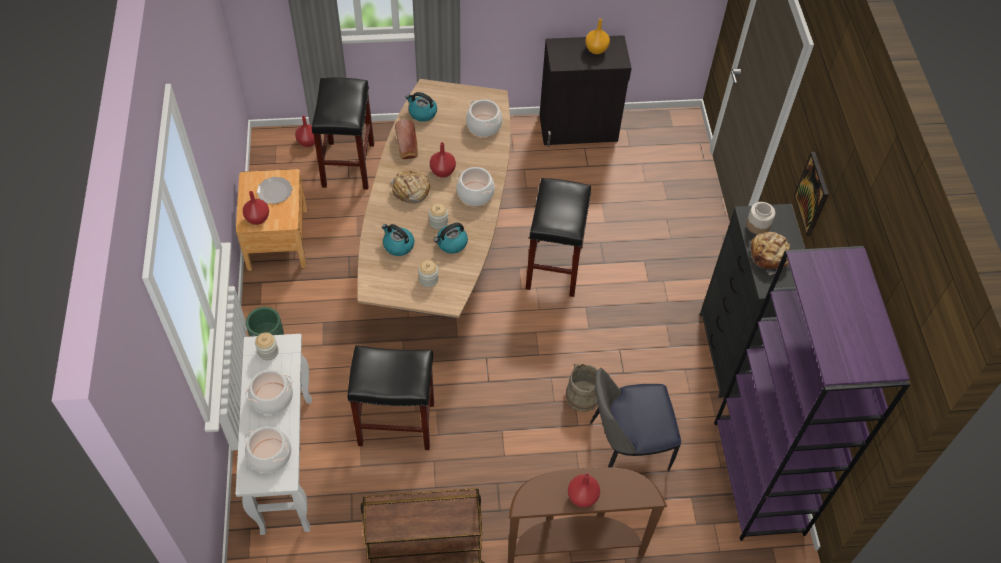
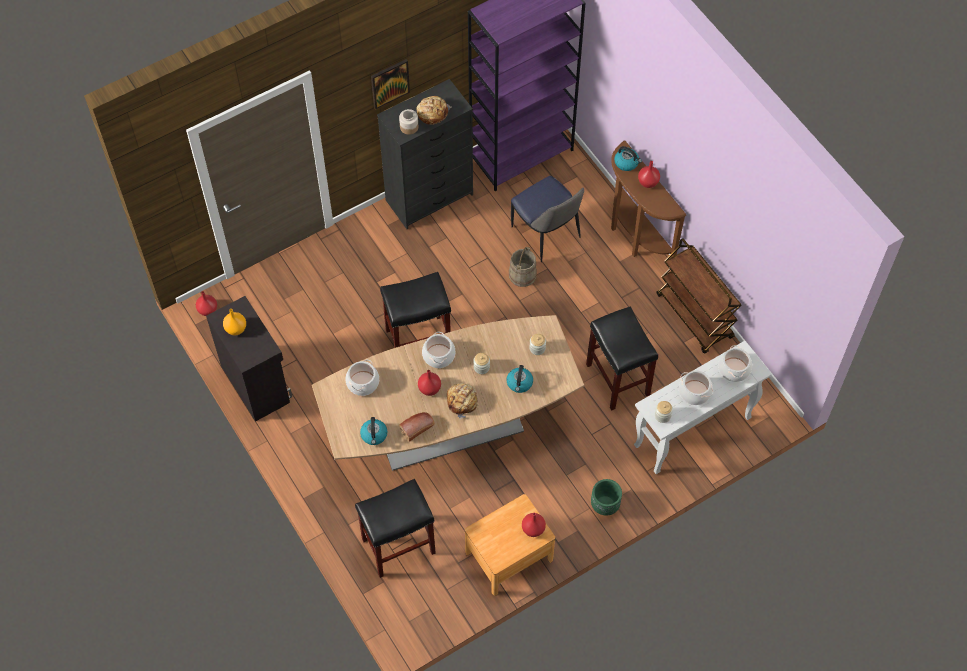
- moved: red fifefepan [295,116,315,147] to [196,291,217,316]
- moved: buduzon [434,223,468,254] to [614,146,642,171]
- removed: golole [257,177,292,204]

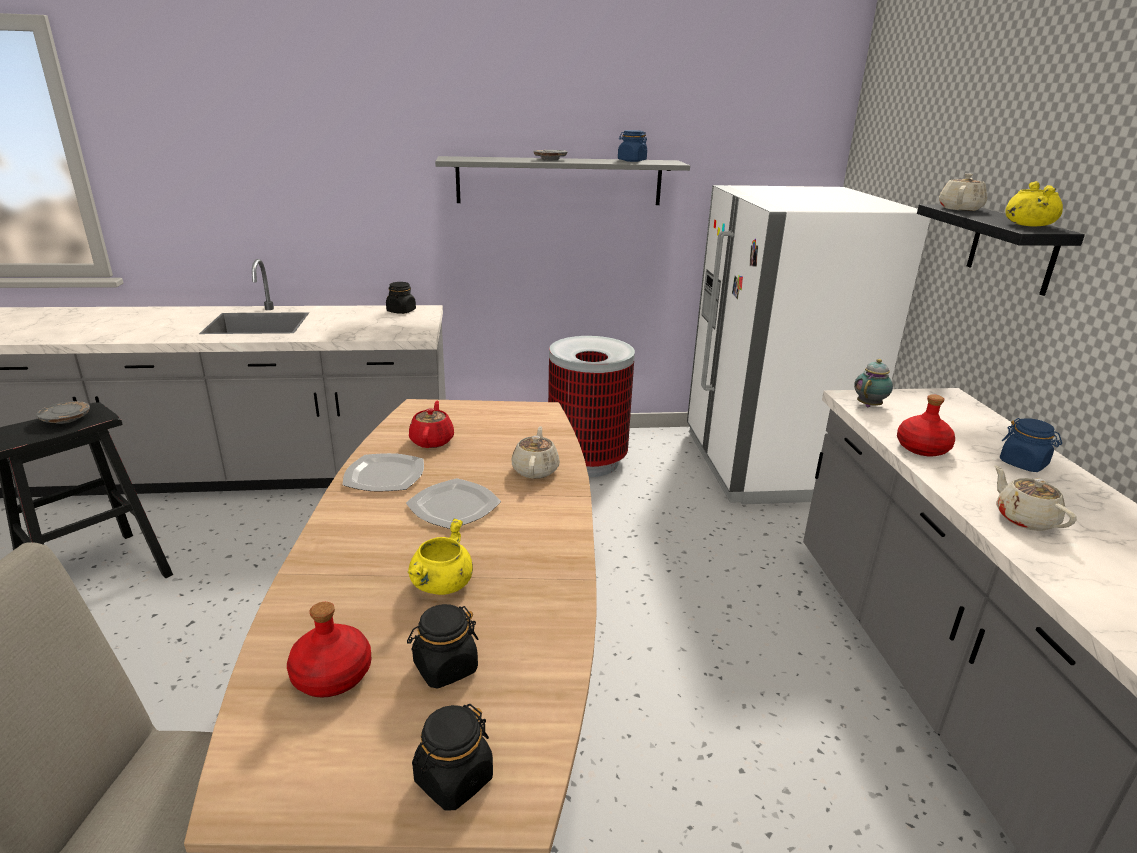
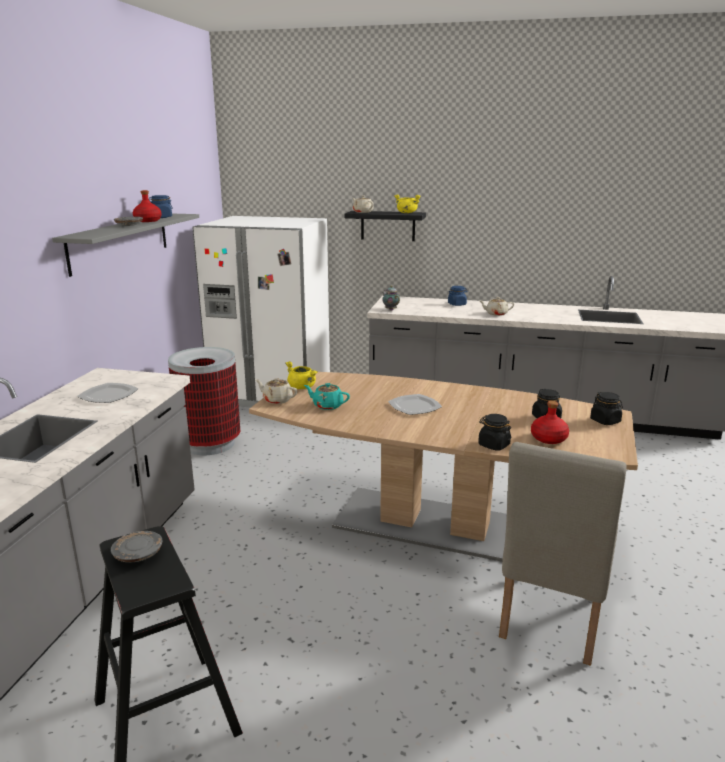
- moved: golole [343,453,424,491] to [77,383,138,403]
- moved: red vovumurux [897,394,955,457] to [133,190,162,222]
- moved: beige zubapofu [511,426,560,479] to [255,378,297,404]
- moved: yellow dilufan [408,518,473,595] to [285,361,318,389]
- recoloured: red zubapofu [409,401,454,448] to turquoise zubapofu [304,383,350,410]
- moved: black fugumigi [386,282,416,314] to [478,414,511,451]

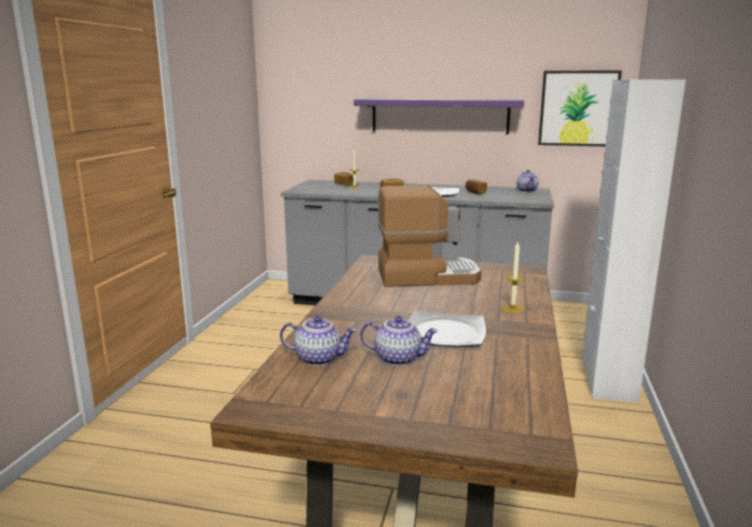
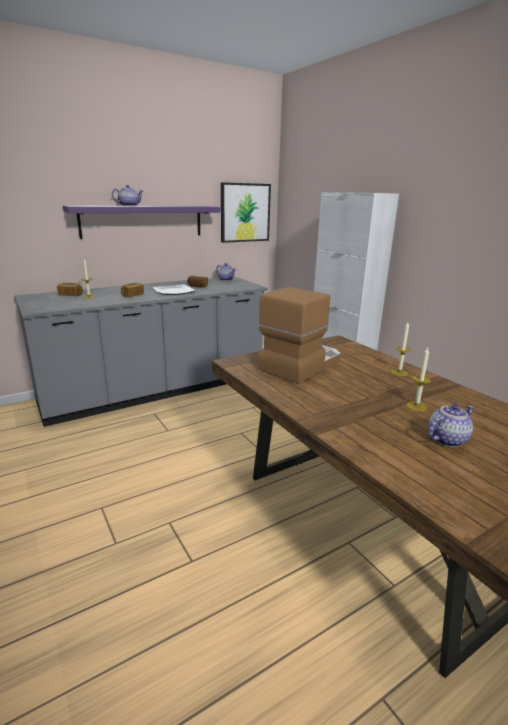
- moved: zubapofu [280,316,357,366] to [112,185,143,206]
- replaced: golole [408,311,486,347] to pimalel [406,348,431,411]

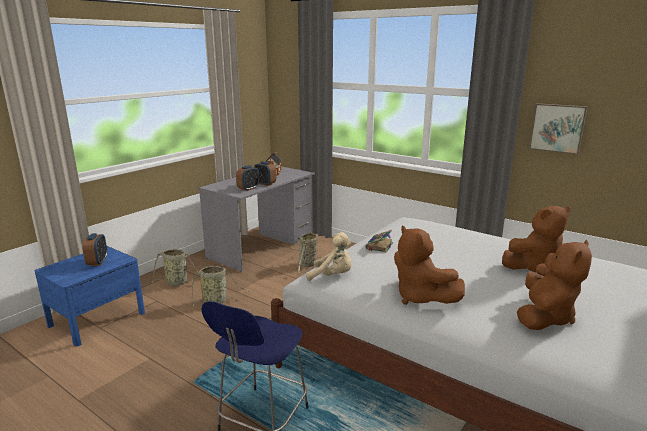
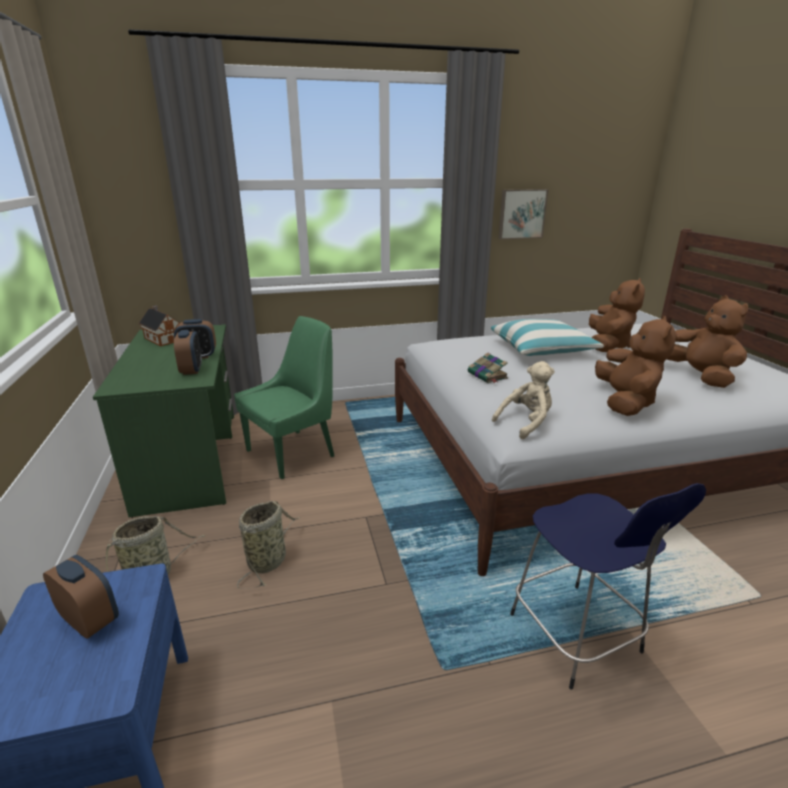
- recoloured: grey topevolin [198,166,315,272] to green topevolin [93,324,234,518]
- replaced: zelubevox [298,232,318,275] to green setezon [234,316,334,479]
- added: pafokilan [491,319,604,356]
- turned: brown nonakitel [394,226,465,305] = [595,316,676,416] 90 degrees counterclockwise

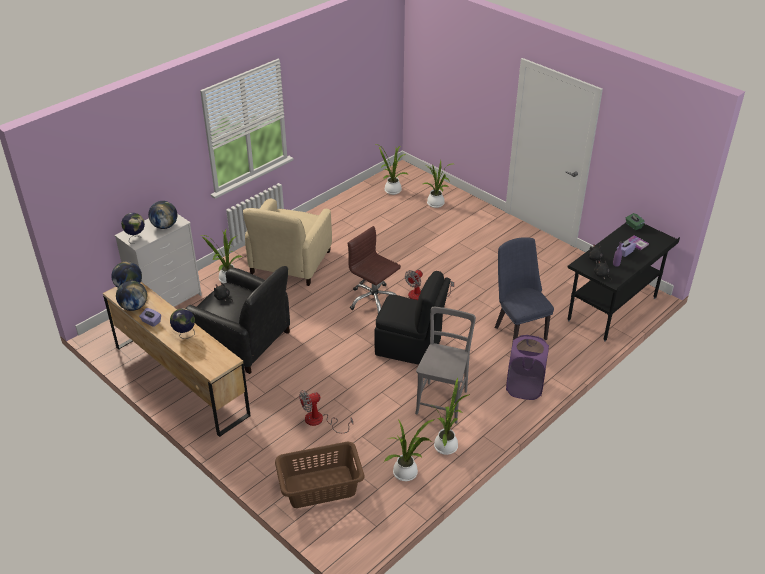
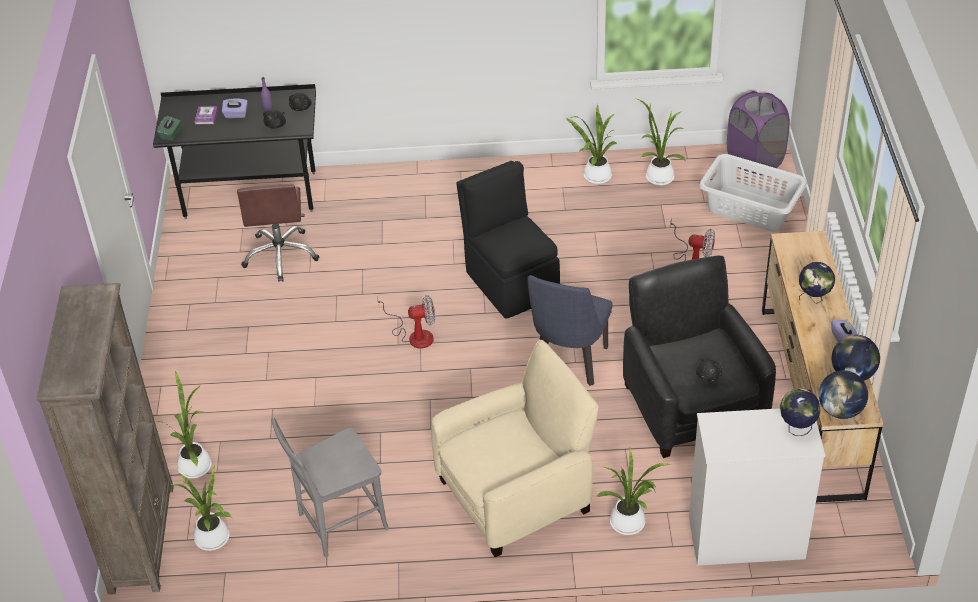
- added: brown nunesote [37,283,174,595]
- moved: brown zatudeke [347,226,401,314] to [237,184,320,282]
- moved: grey setezon [415,307,476,424] to [271,418,389,557]
- moved: blue setezon [495,237,554,344] to [527,275,613,386]
- recoloured: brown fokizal [275,442,365,508] to grey fokizal [699,154,807,232]
- moved: purple fokizal [506,335,549,400] to [727,91,790,175]
- removed: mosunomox [148,201,177,229]

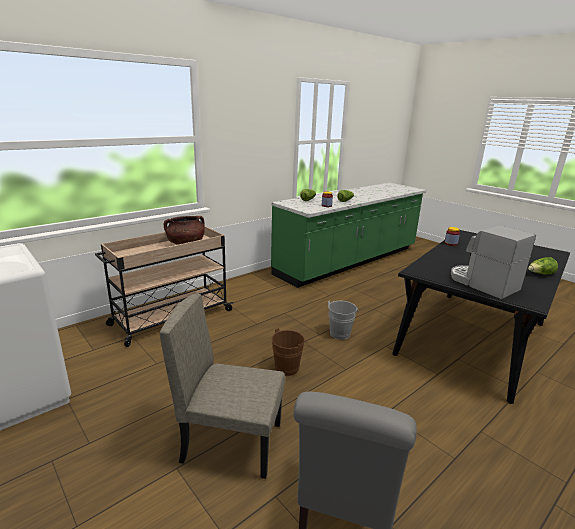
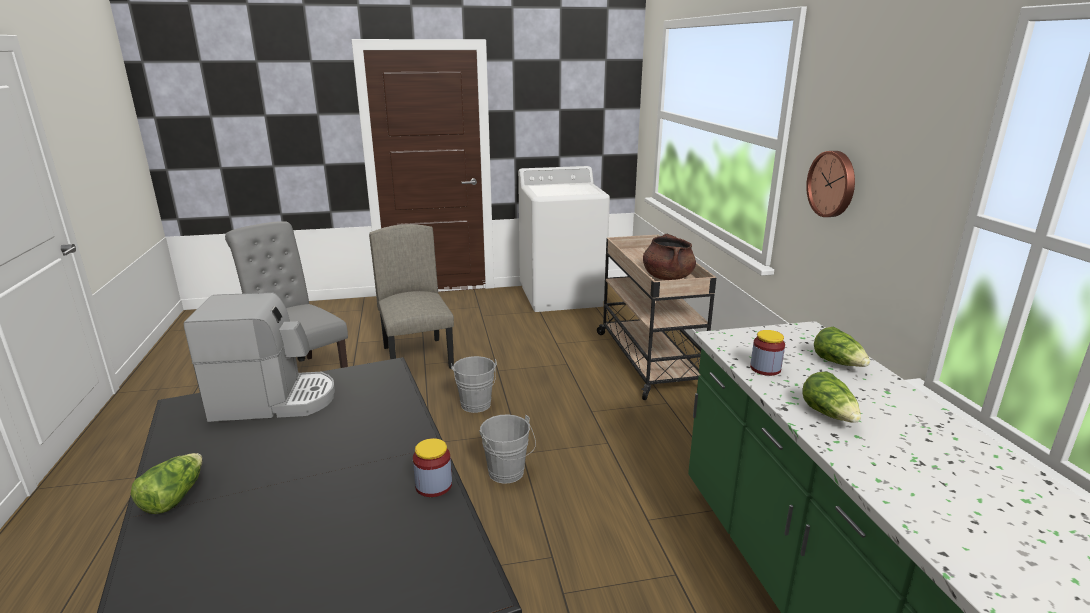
- turned: beige setezon [160,293,285,479] = [369,224,454,369] 60 degrees counterclockwise
- recoloured: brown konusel [271,328,310,376] to grey konusel [451,356,497,413]
- added: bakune [806,151,855,217]

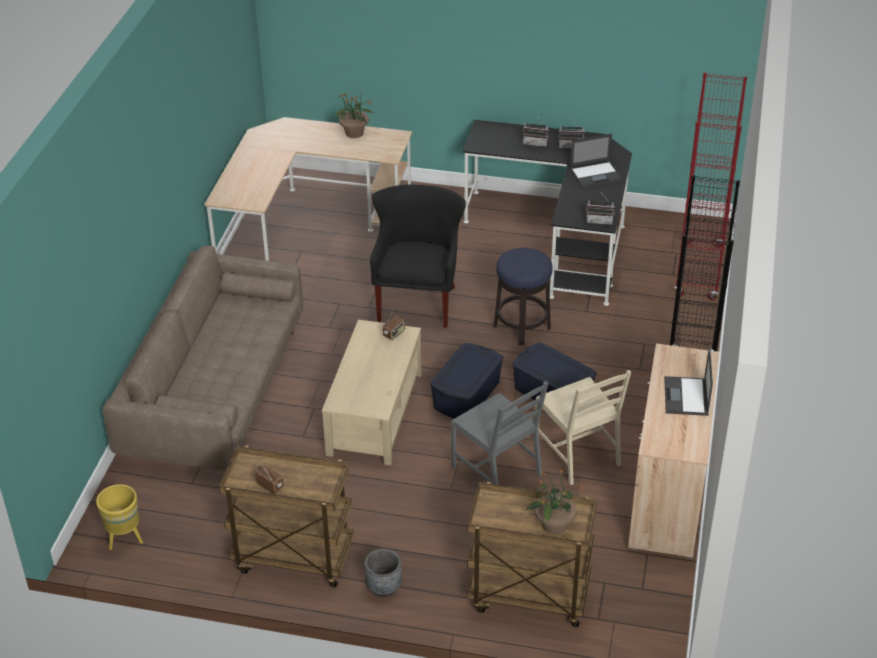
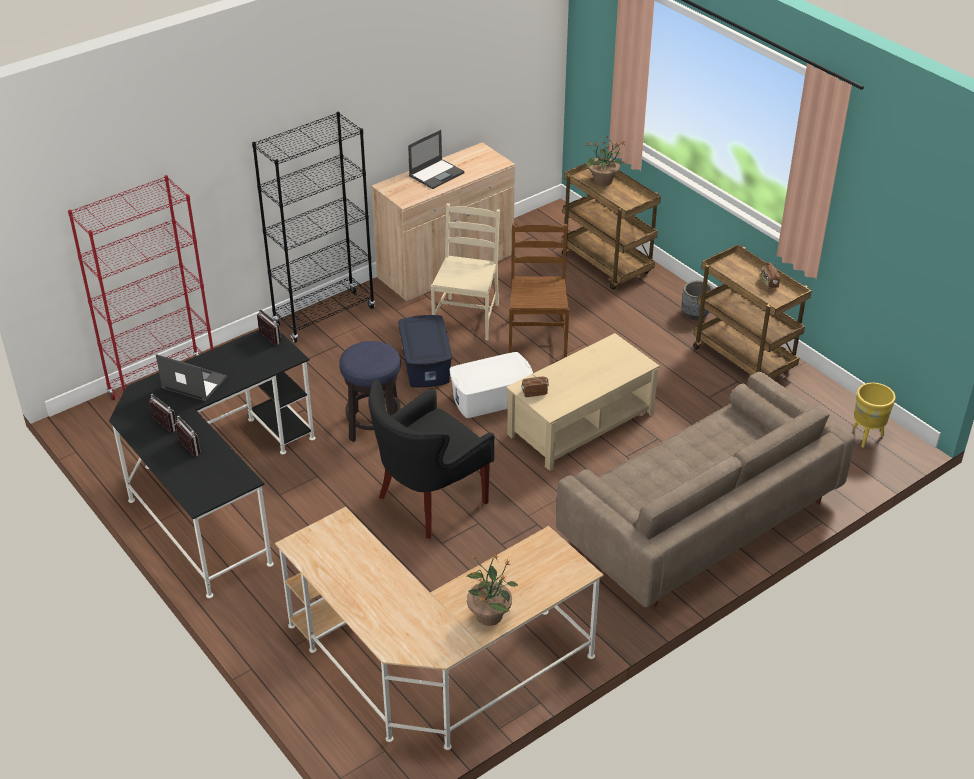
- recoloured: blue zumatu [430,343,503,418] to white zumatu [450,352,533,418]
- moved: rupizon [335,92,373,138] to [466,554,518,626]
- recoloured: grey setezon [451,381,548,485] to brown setezon [509,224,569,357]

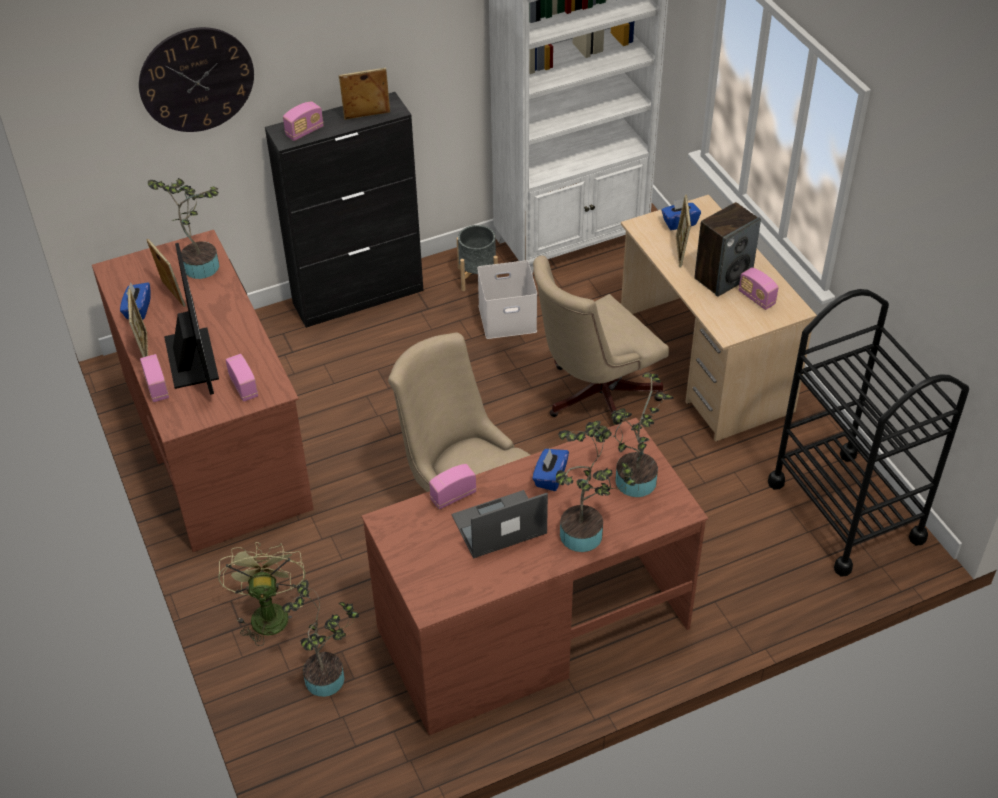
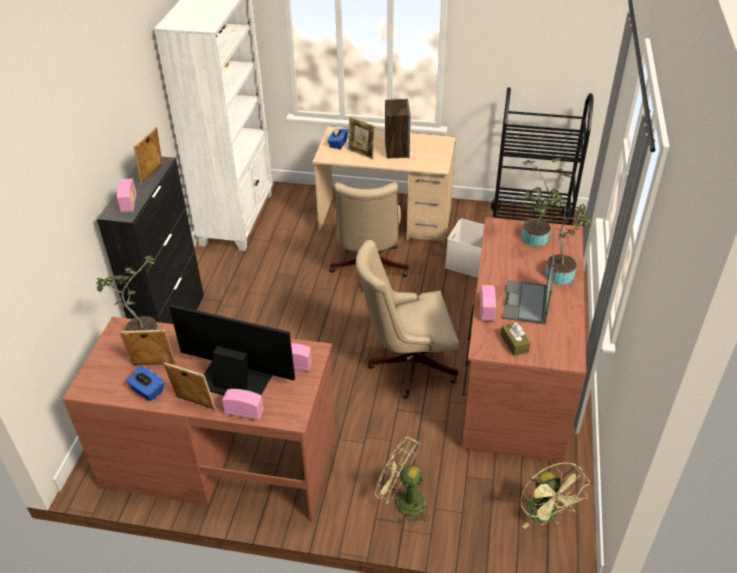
- moved: white zumatu [477,260,537,339] to [445,218,485,277]
- added: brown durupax [501,322,530,356]
- added: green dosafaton [520,463,590,529]
- removed: bakune [139,27,254,132]
- removed: rupizon [282,580,359,697]
- removed: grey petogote [457,225,498,291]
- removed: blue durupax [532,449,569,491]
- removed: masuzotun [739,268,779,310]

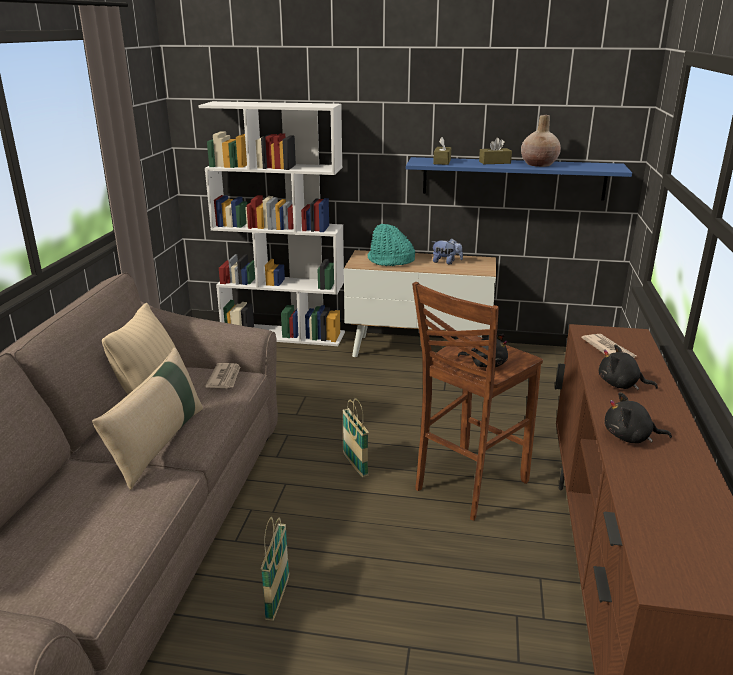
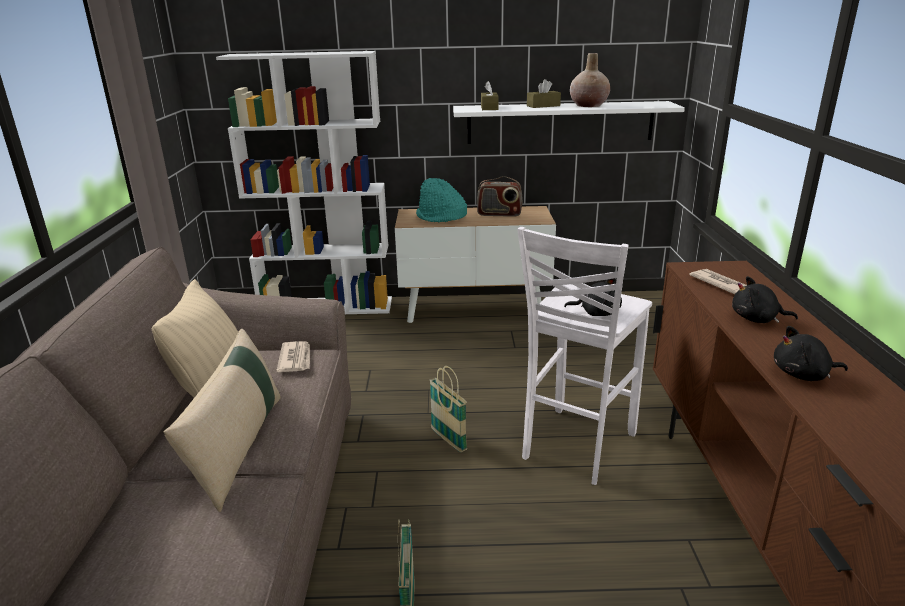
- recoloured: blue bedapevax [406,157,632,201] to white bedapevax [453,101,685,144]
- replaced: nonakitel [432,238,463,264] to masuzotun [477,176,523,217]
- recoloured: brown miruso [412,282,543,521] to white miruso [517,227,652,485]

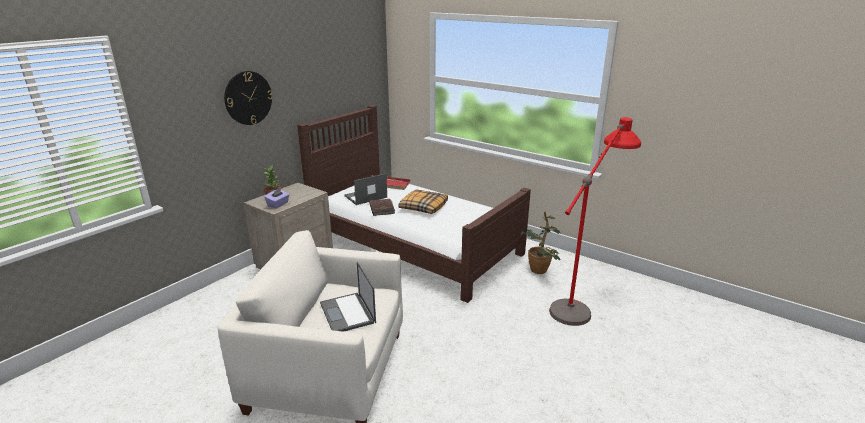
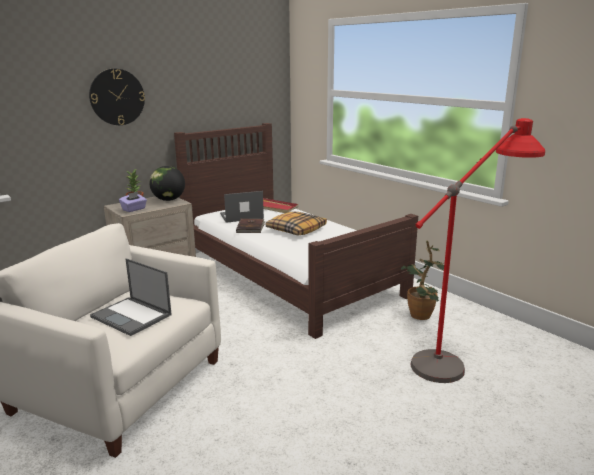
- turned: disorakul [320,261,376,332] = [90,258,172,336] 45 degrees counterclockwise
- added: mosunomox [149,166,185,201]

